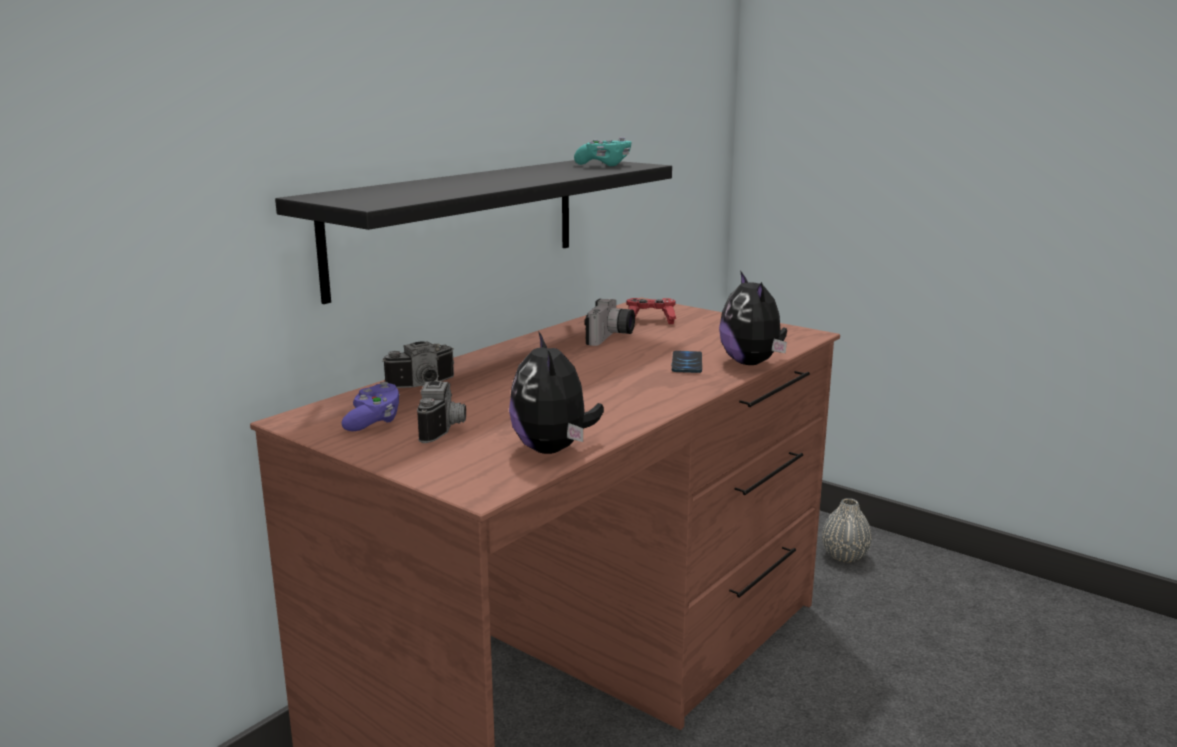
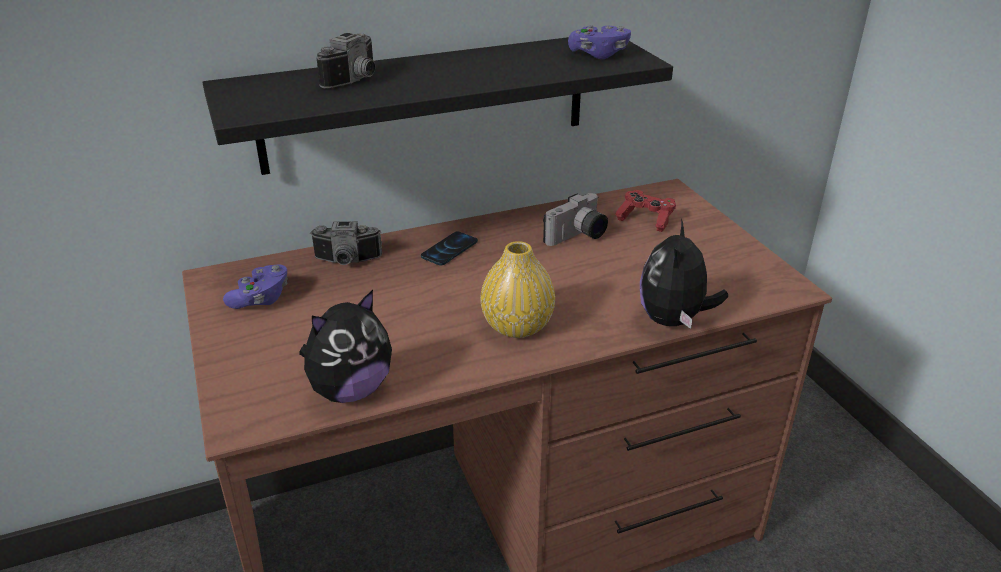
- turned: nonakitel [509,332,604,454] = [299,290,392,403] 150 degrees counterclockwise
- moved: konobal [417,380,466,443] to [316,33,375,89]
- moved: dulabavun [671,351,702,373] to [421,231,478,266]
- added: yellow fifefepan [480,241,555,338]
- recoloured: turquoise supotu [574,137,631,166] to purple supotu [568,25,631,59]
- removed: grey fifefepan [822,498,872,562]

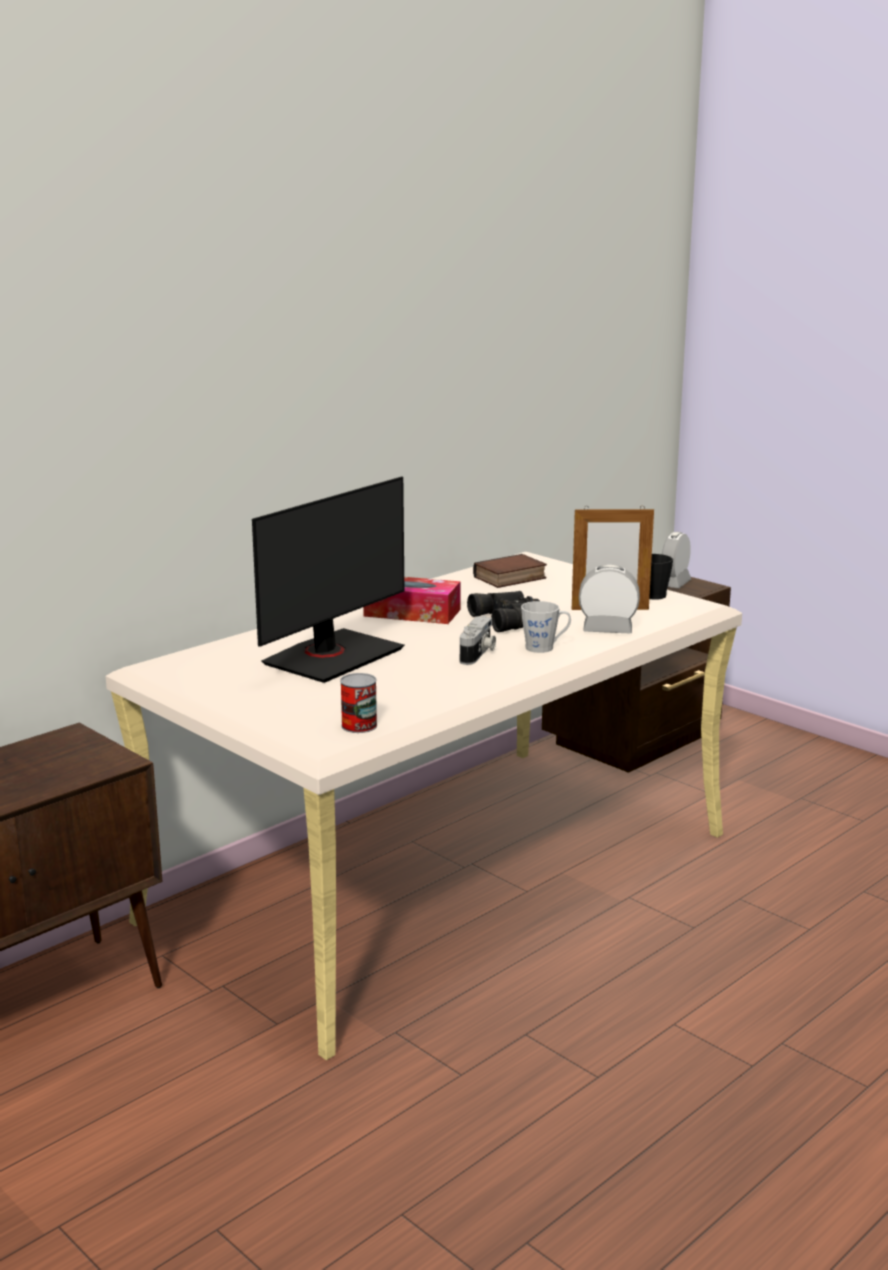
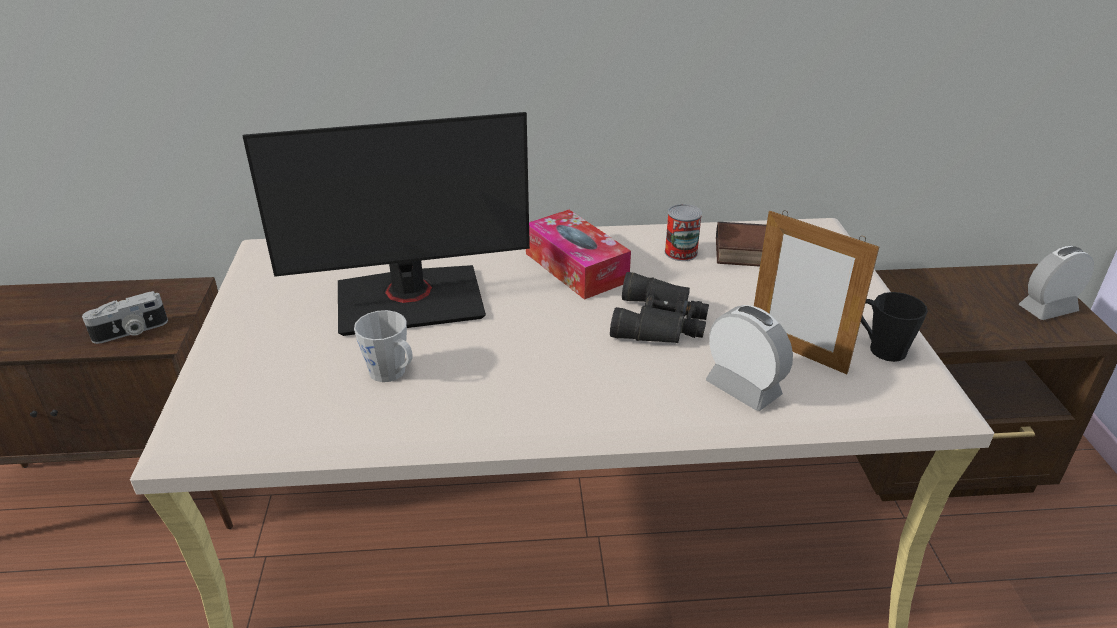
- moved: konobal [460,616,496,665] to [82,291,168,344]
- moved: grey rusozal [521,601,571,653] to [354,310,413,382]
- moved: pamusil [340,673,377,733] to [665,204,702,261]

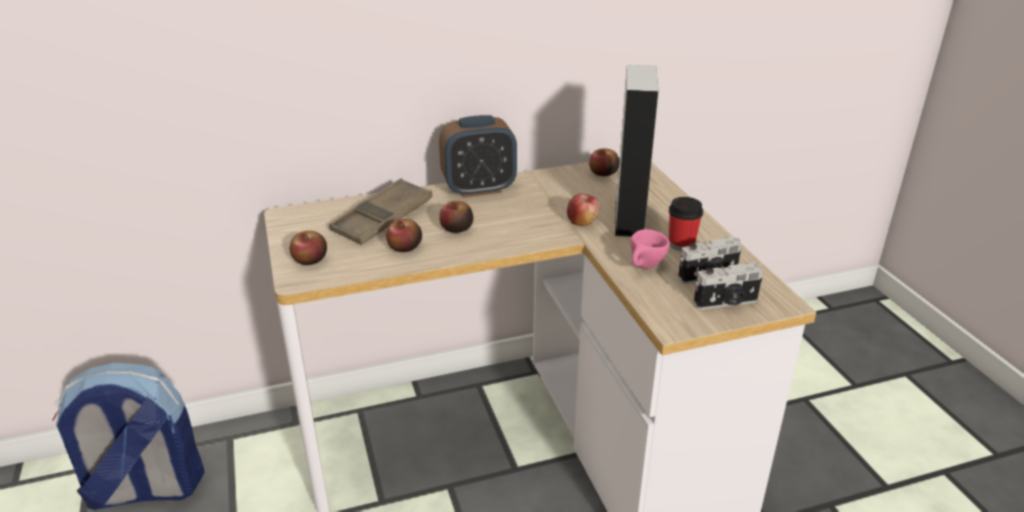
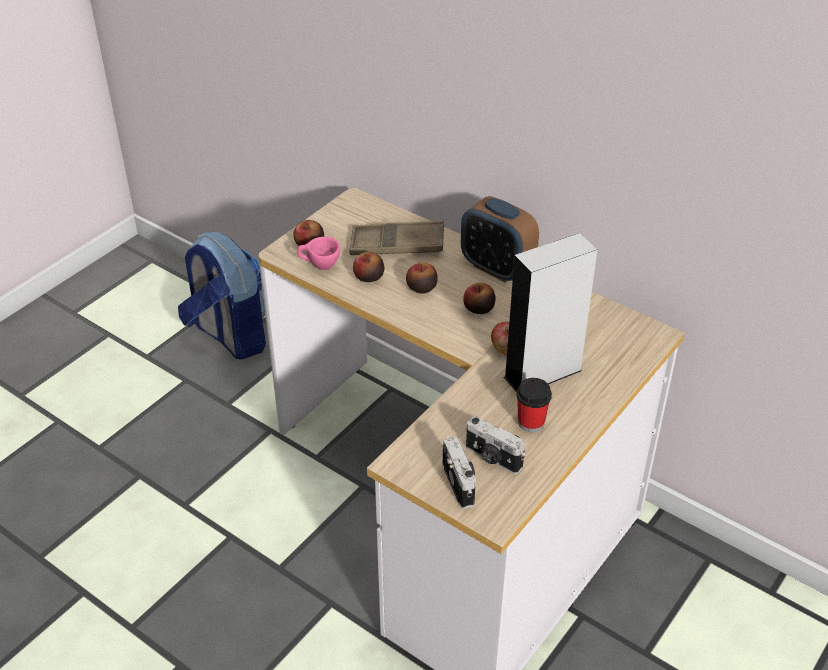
- moved: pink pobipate [630,229,670,269] to [297,237,340,270]
- turned: konobal [694,262,763,310] = [443,436,476,509] 150 degrees counterclockwise
- moved: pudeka [589,149,620,176] to [463,282,496,314]

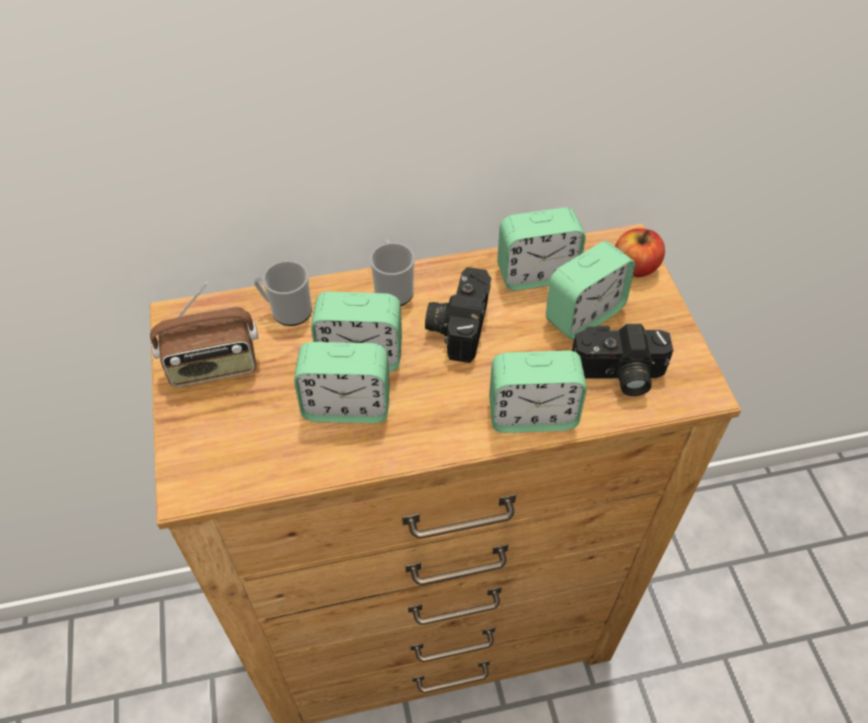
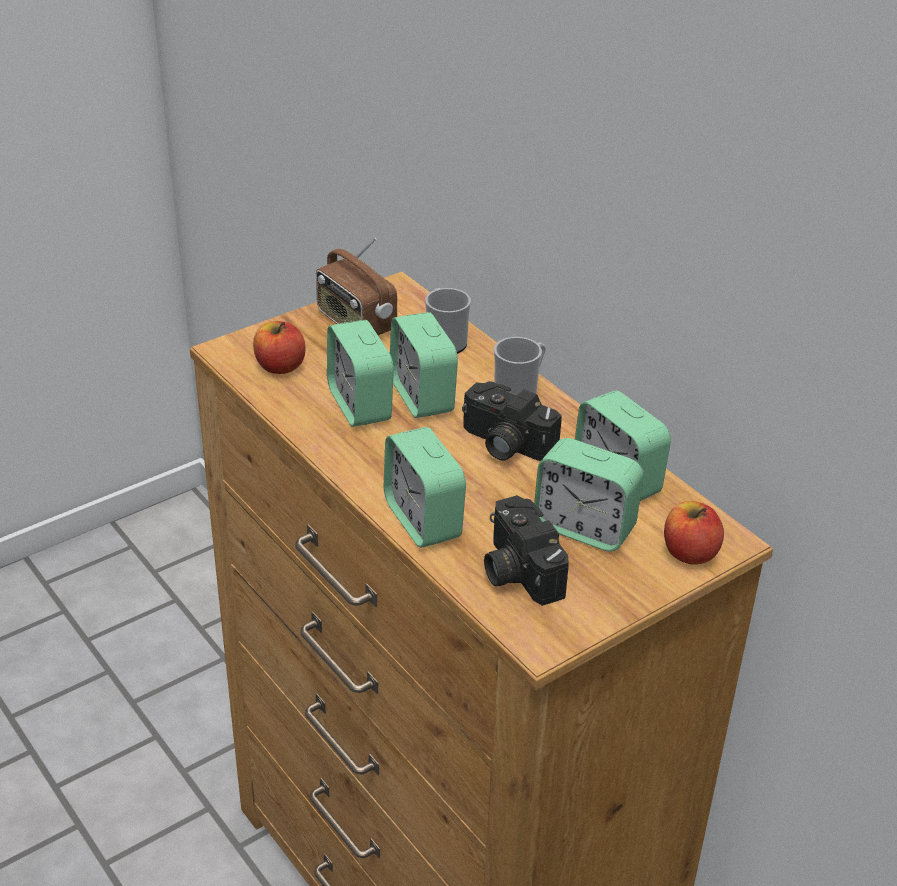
- added: pudeka [253,321,305,374]
- turned: konobal [425,267,491,363] = [462,381,562,461] 135 degrees counterclockwise

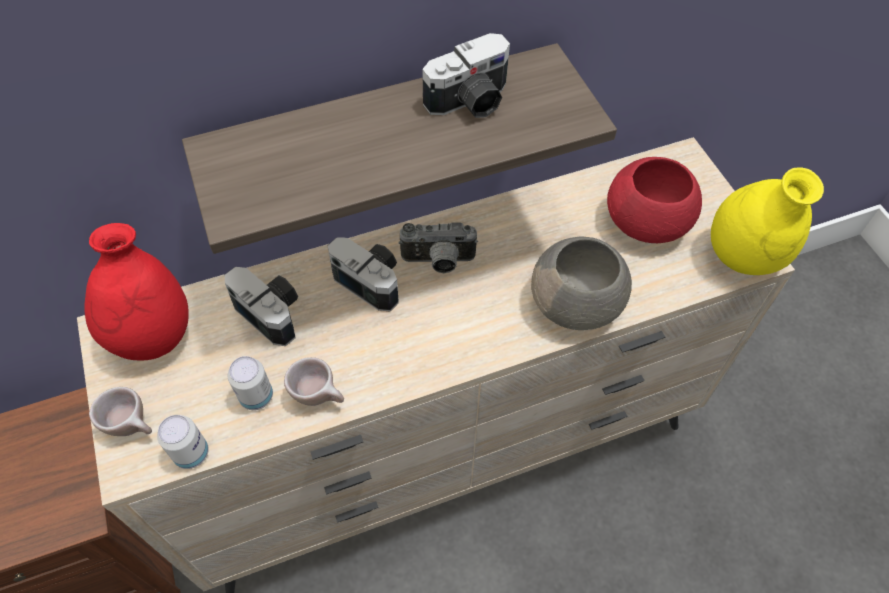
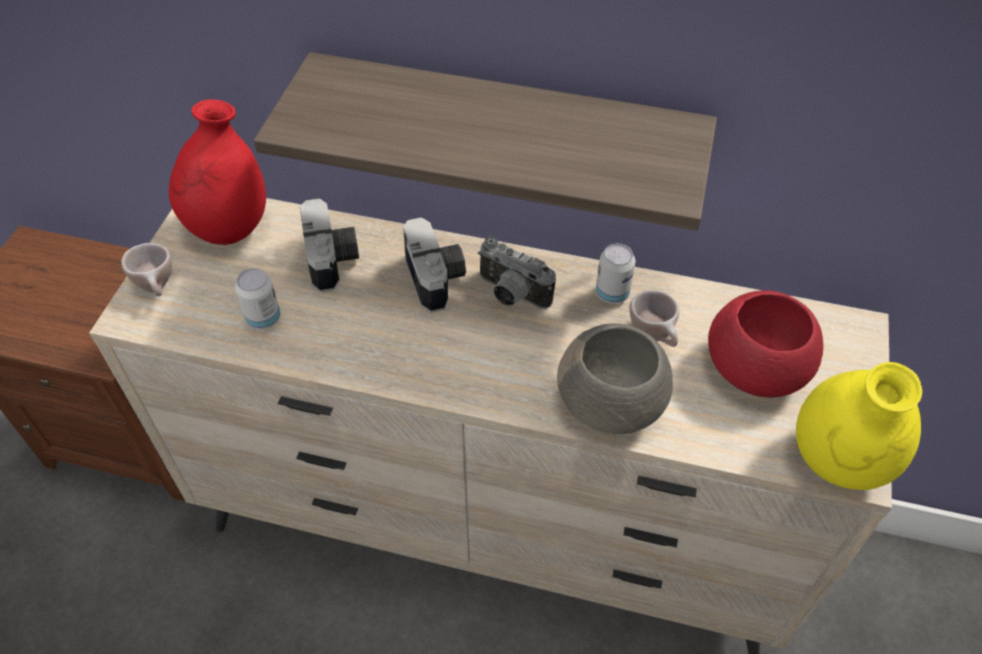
- moved: pamusil [157,415,209,469] to [596,243,635,304]
- moved: beige pobipate [284,357,344,406] to [630,290,679,347]
- removed: konobal [422,33,510,118]

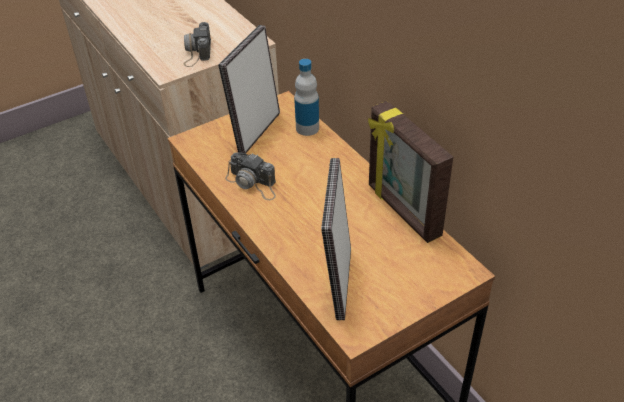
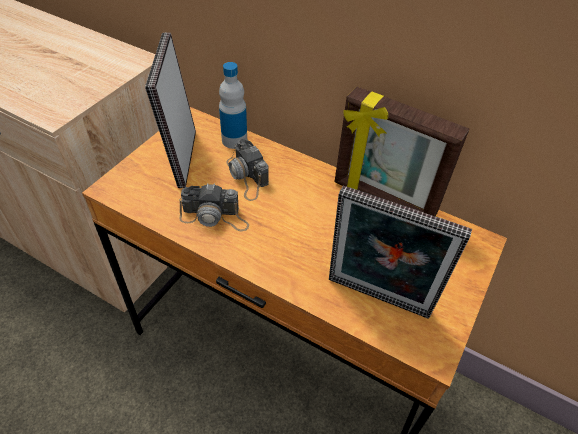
- moved: konobal [183,22,211,67] to [226,138,269,201]
- turned: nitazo [321,158,351,320] = [329,186,472,319] 45 degrees counterclockwise

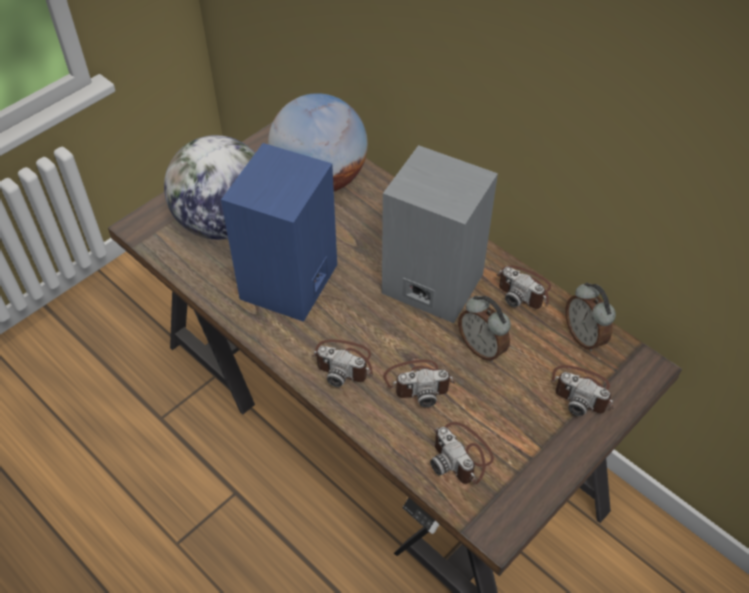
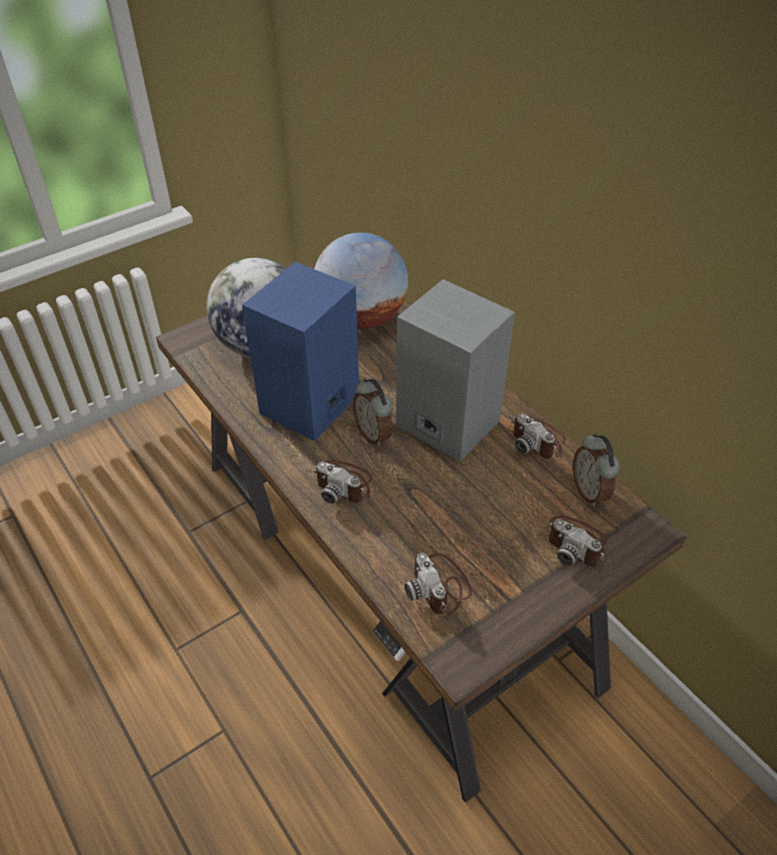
- moved: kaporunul [458,295,511,362] to [353,378,393,447]
- removed: konobal [384,360,455,407]

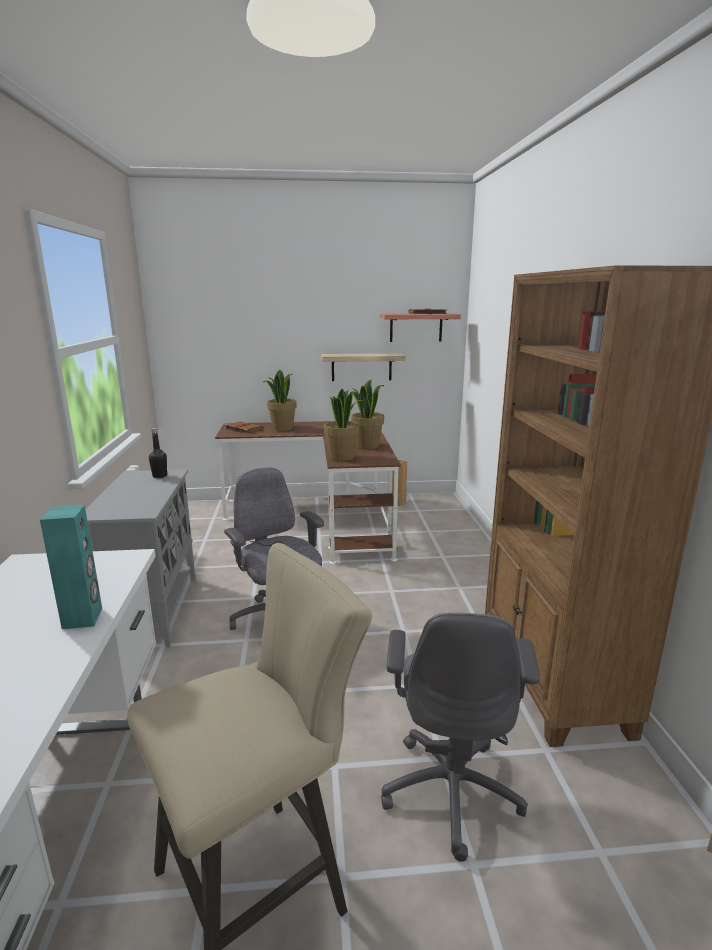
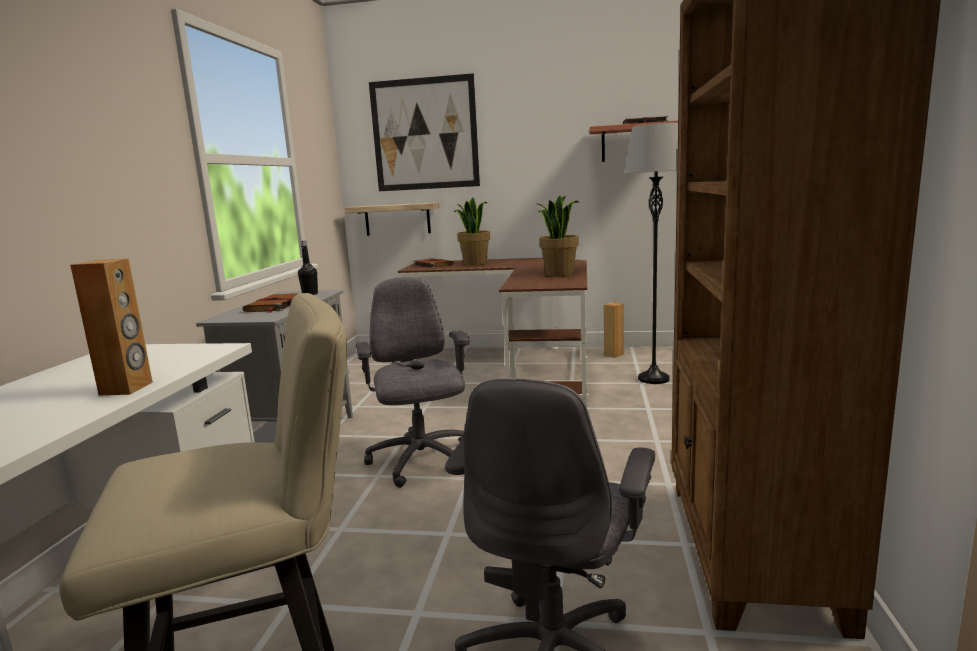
- recoloured: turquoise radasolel [40,505,102,629] to brown radasolel [70,258,153,395]
- added: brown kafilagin [242,293,301,313]
- moved: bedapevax [321,353,406,381] to [344,202,440,236]
- added: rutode [369,73,480,191]
- added: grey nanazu [625,123,678,384]
- removed: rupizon [324,388,365,461]

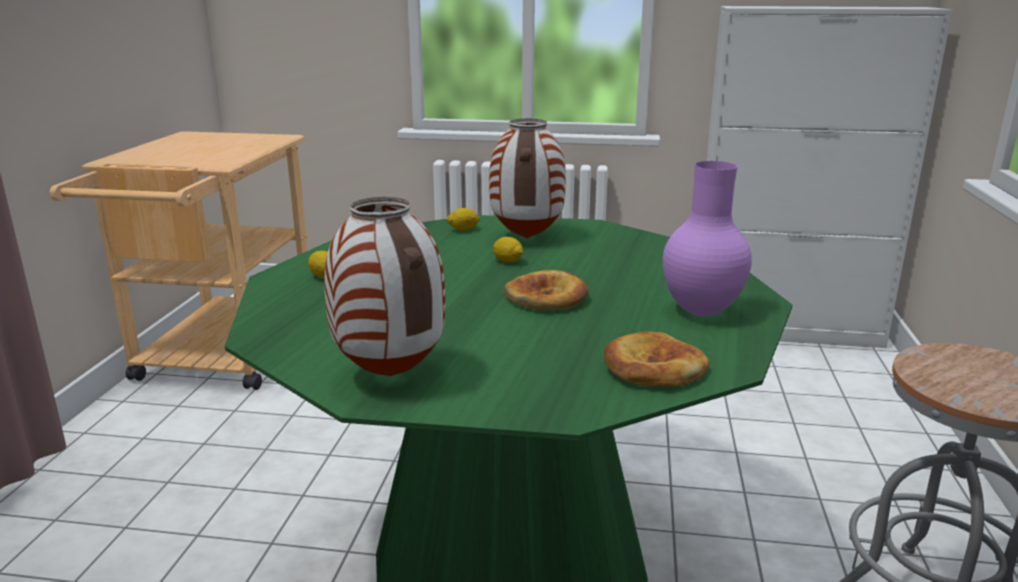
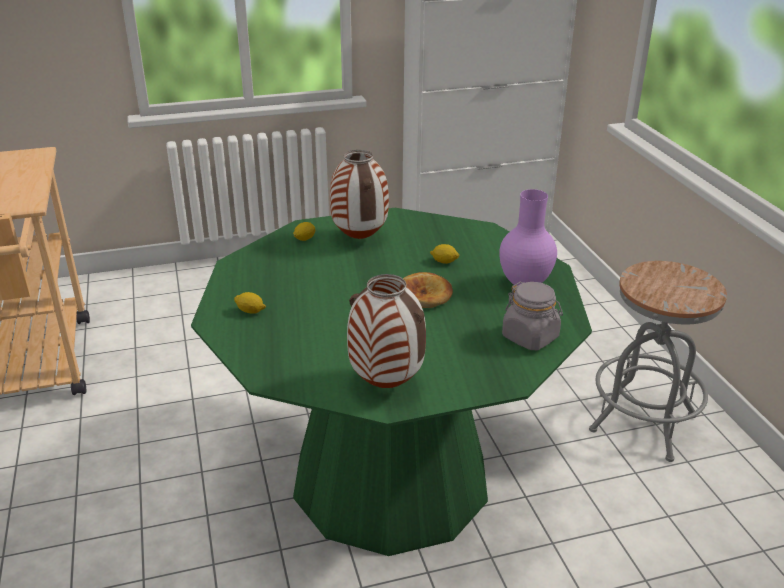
- moved: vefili [493,237,523,263] to [430,244,460,264]
- replaced: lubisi [604,332,710,387] to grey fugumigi [502,282,563,350]

